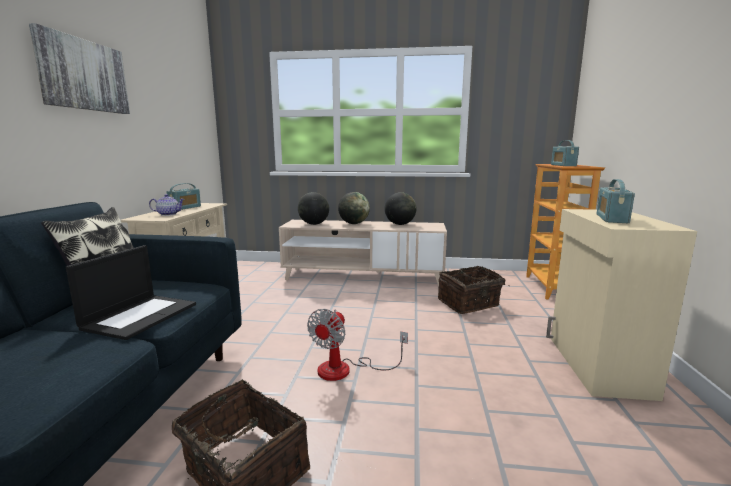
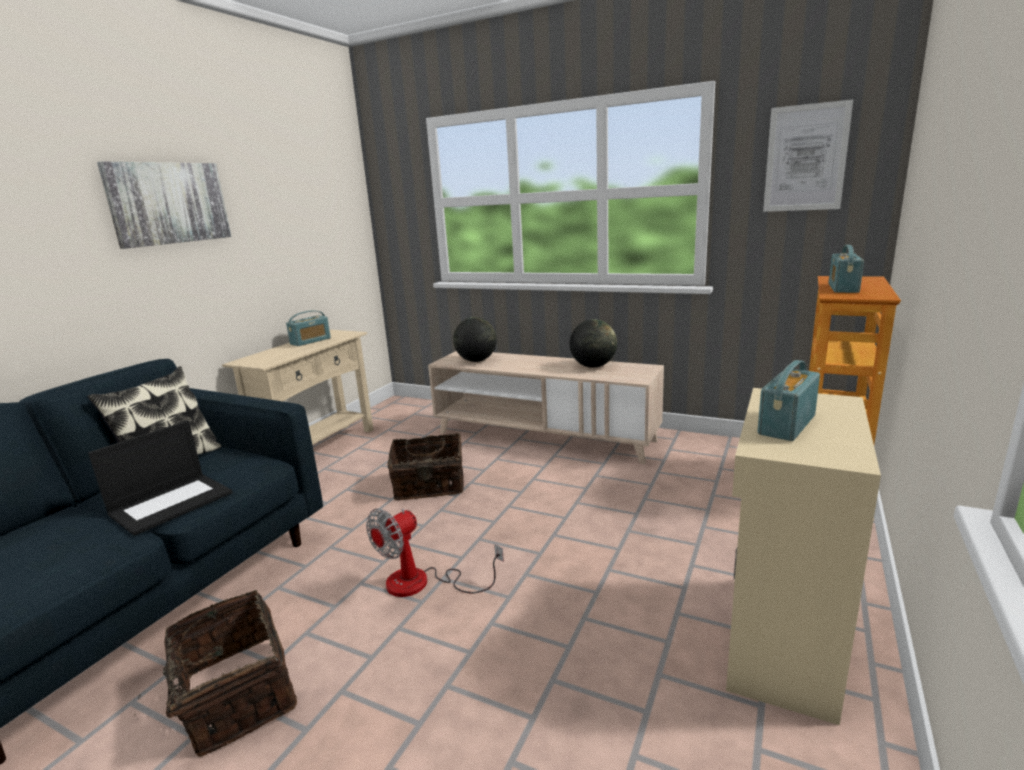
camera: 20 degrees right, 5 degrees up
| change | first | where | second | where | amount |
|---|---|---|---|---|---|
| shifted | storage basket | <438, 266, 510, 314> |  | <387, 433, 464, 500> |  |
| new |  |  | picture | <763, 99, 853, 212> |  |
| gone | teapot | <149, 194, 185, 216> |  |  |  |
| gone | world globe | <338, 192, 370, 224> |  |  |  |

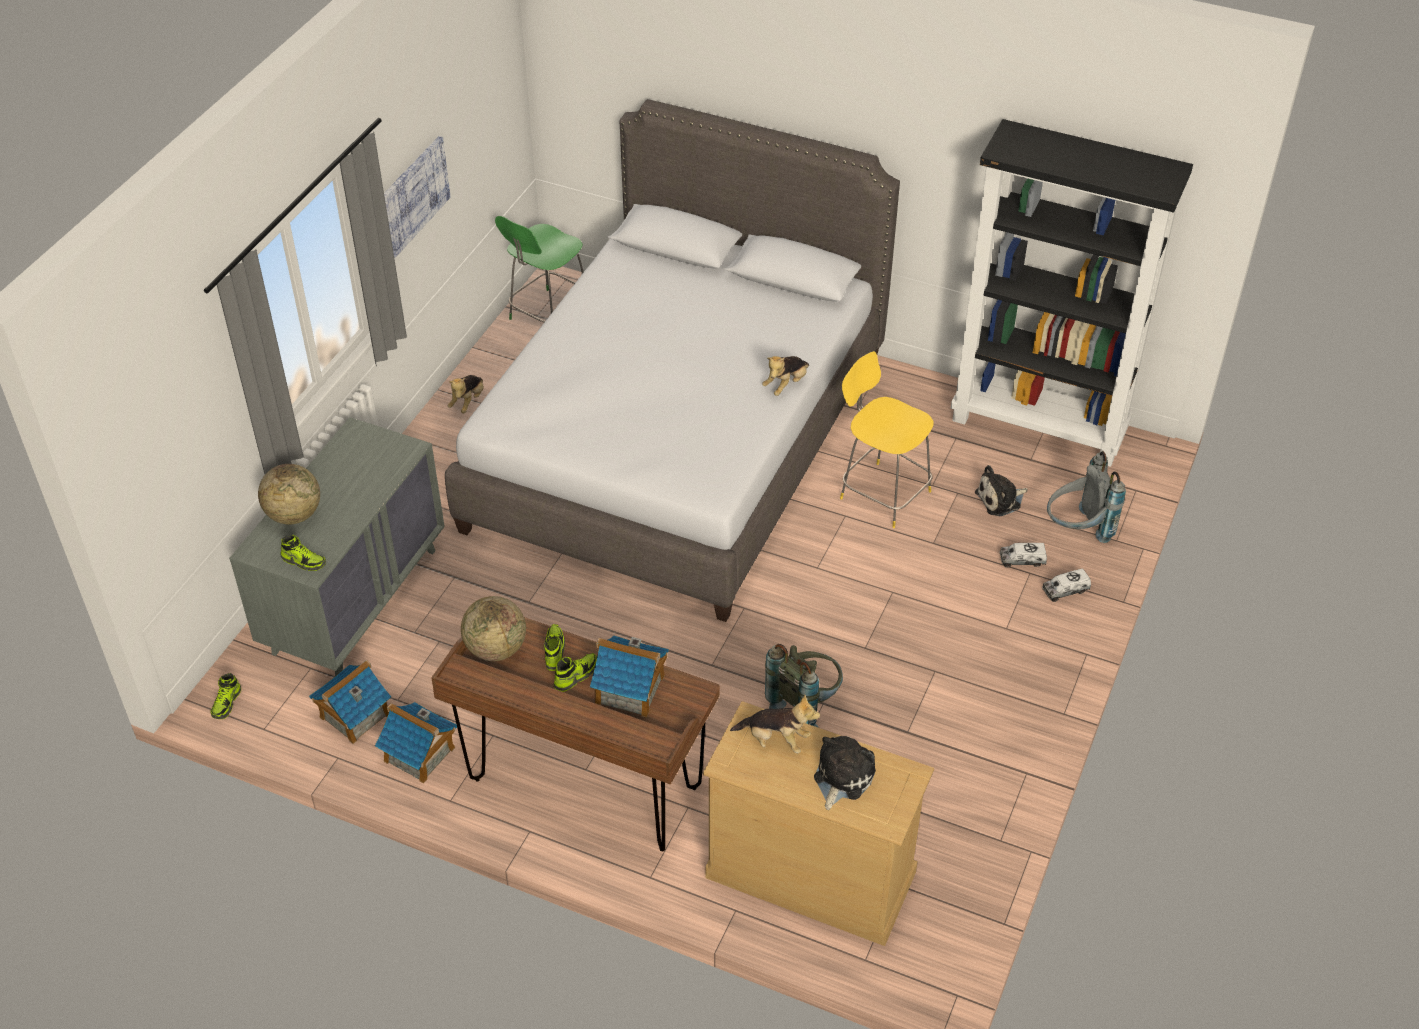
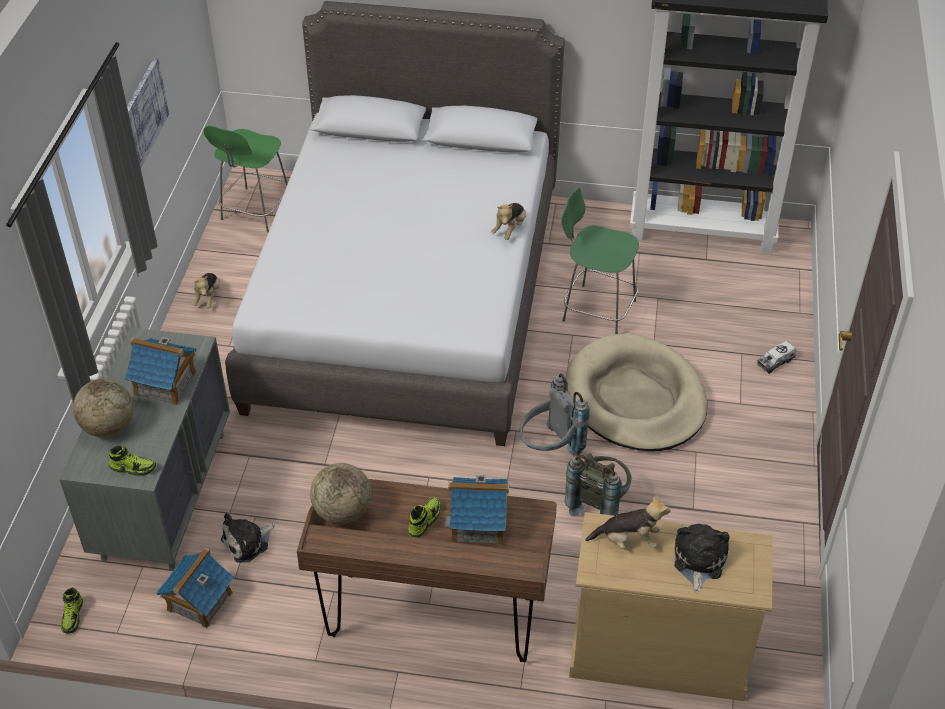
camera: 15 degrees left, 0 degrees up
| change | first | where | second | where | amount |
|---|---|---|---|---|---|
| shifted | miniature house | <375, 702, 457, 784> |  | <125, 337, 196, 406> |  |
| shifted | cuddly toy | <975, 465, 1028, 516> |  | <221, 513, 274, 563> |  |
| shifted | rucksack (greyish) | <1047, 451, 1126, 543> |  | <520, 374, 590, 456> |  |
| repainted | chair (yellow-coloured) | <840, 351, 934, 528> | chair (green-coloured) | <561, 187, 639, 334> |  |
| new |  |  | pet bed (sand-coloured) | <566, 333, 707, 451> |  |
| gone | item of footwear | <544, 624, 565, 671> |  |  |  |
| gone | toy truck | <1000, 543, 1047, 567> |  |  |  |

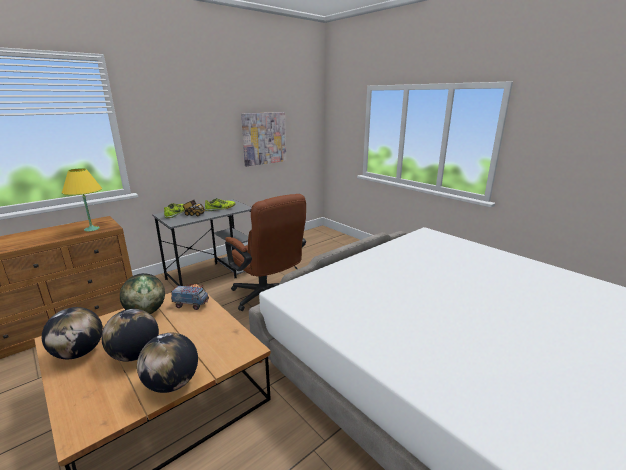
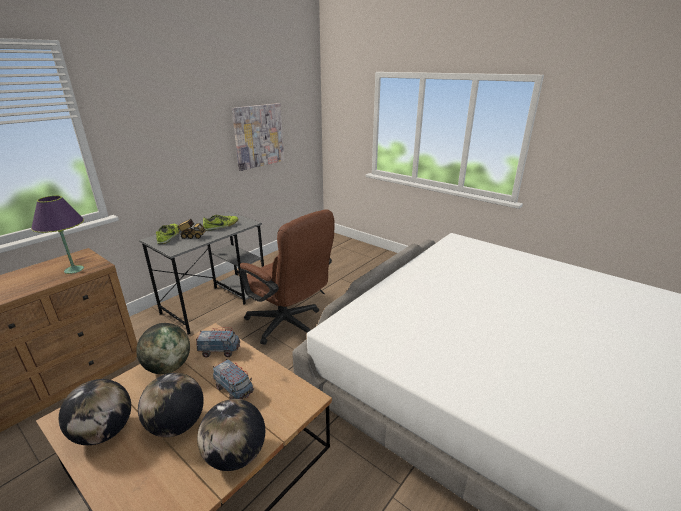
camera: 10 degrees left, 5 degrees up
| change | first | where | second | where | amount |
|---|---|---|---|---|---|
| repainted | tabletop lamp (yellow-coloured) | <62, 168, 102, 231> | tabletop lamp (purplish) | <31, 196, 84, 274> |  |
| new |  |  | toy truck | <213, 358, 254, 399> |  |

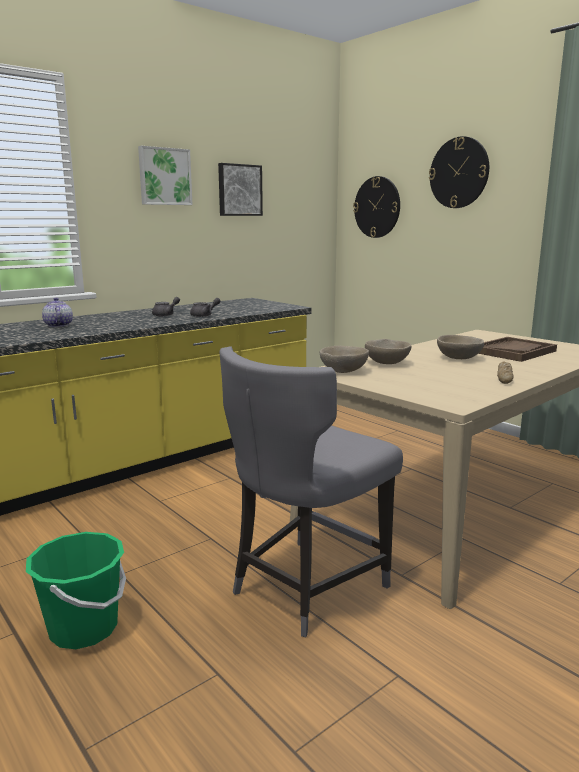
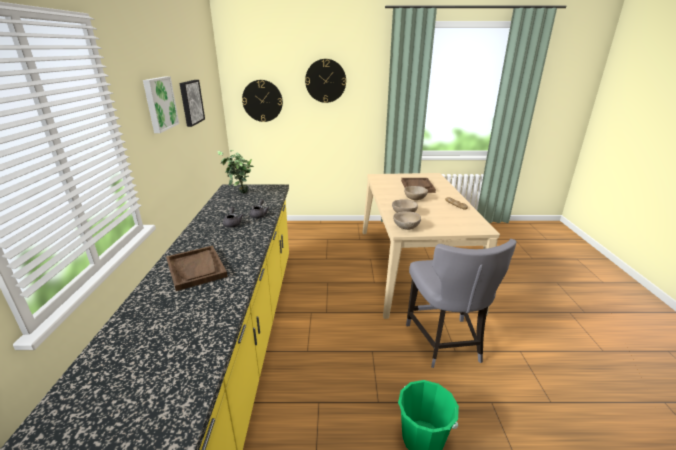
camera: 50 degrees left, 10 degrees up
| change | first | where | second | where | amount |
|---|---|---|---|---|---|
| swapped | teapot | <42, 298, 73, 327> | tray (brownish) | <166, 245, 228, 291> |  |
| new |  |  | potted plant | <217, 150, 254, 193> |  |

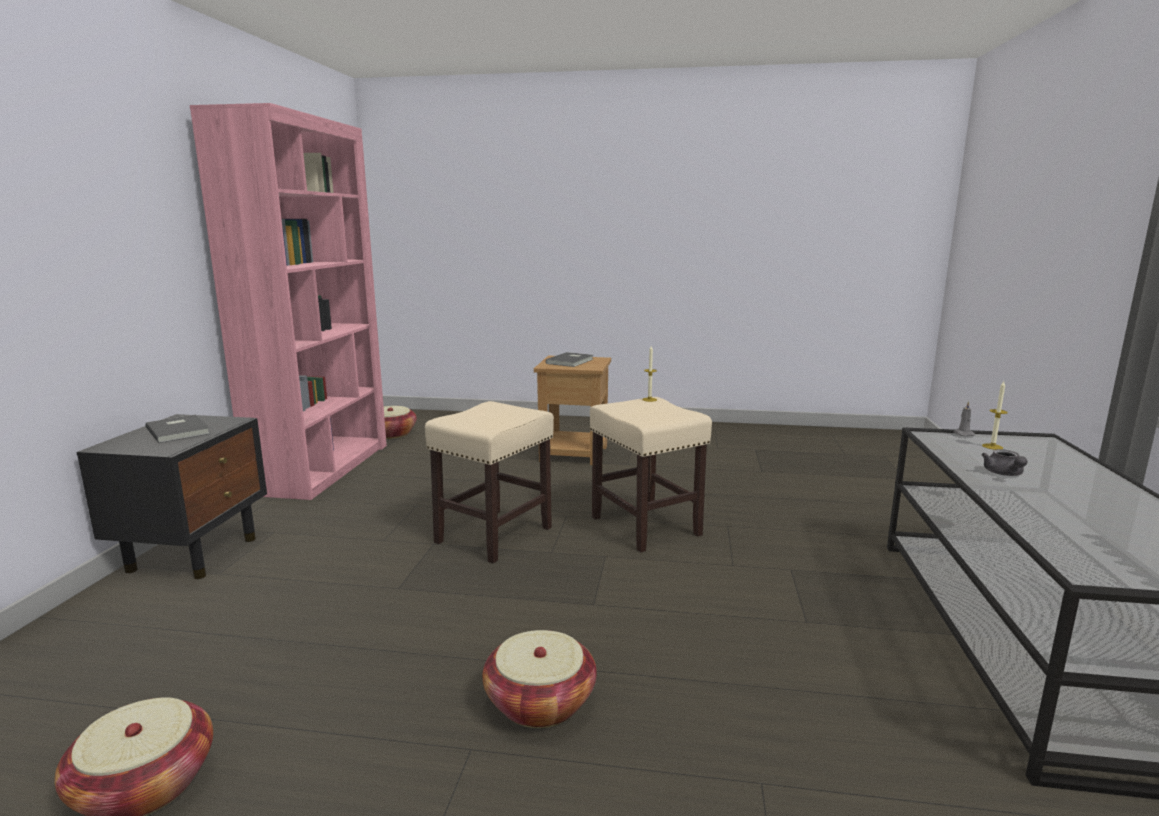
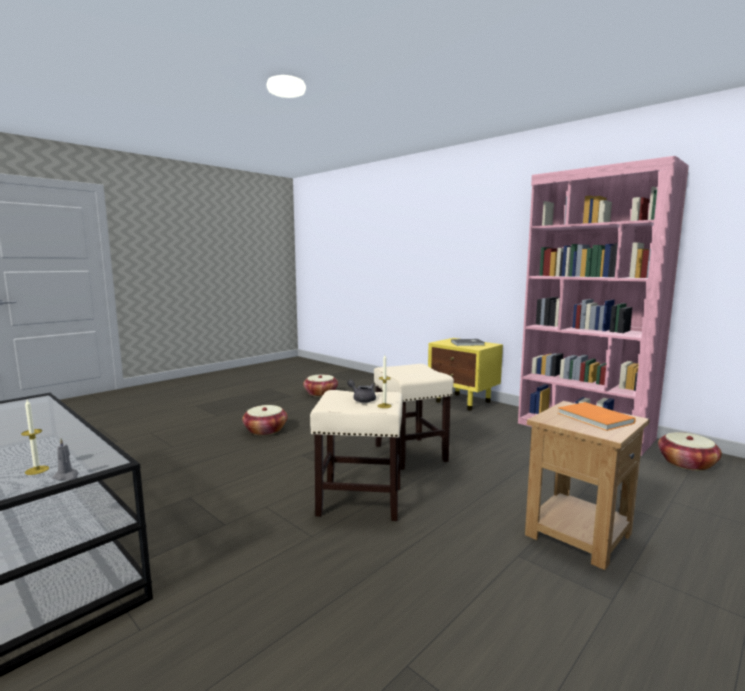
camera: 125 degrees right, 5 degrees down
| change | first | where | second | where | amount |
|---|---|---|---|---|---|
| shifted | teapot (greyish) | <982, 449, 1028, 476> |  | <347, 380, 376, 403> |  |
| repainted | nightstand (black) | <76, 414, 267, 579> | nightstand (yellow-coloured) | <428, 338, 503, 411> |  |
| repainted | bound book (greyish) | <546, 352, 593, 367> | bound book (orangey) | <558, 402, 636, 431> |  |

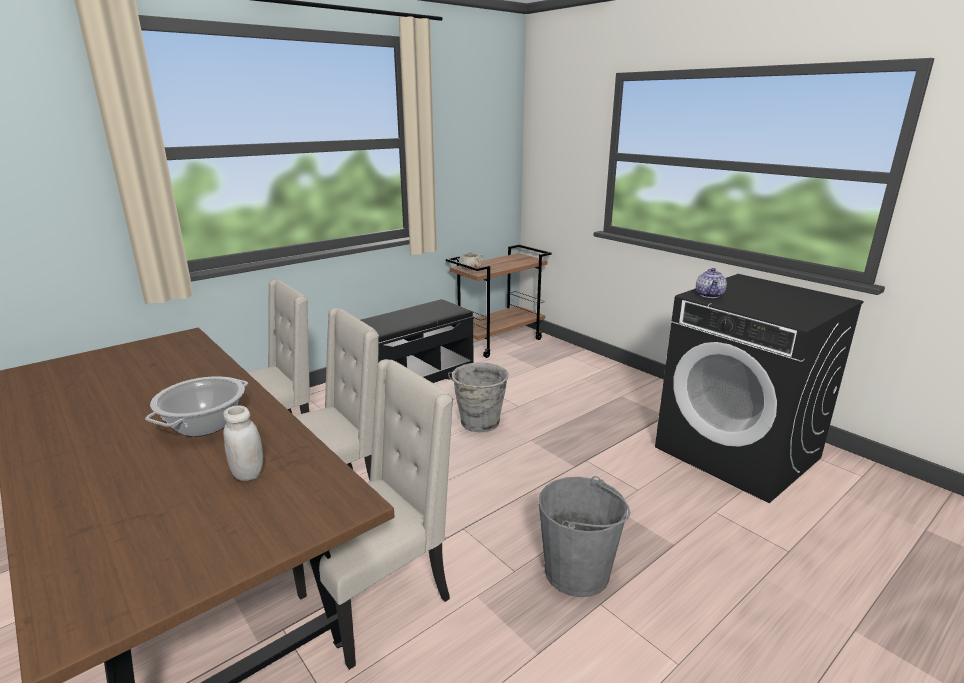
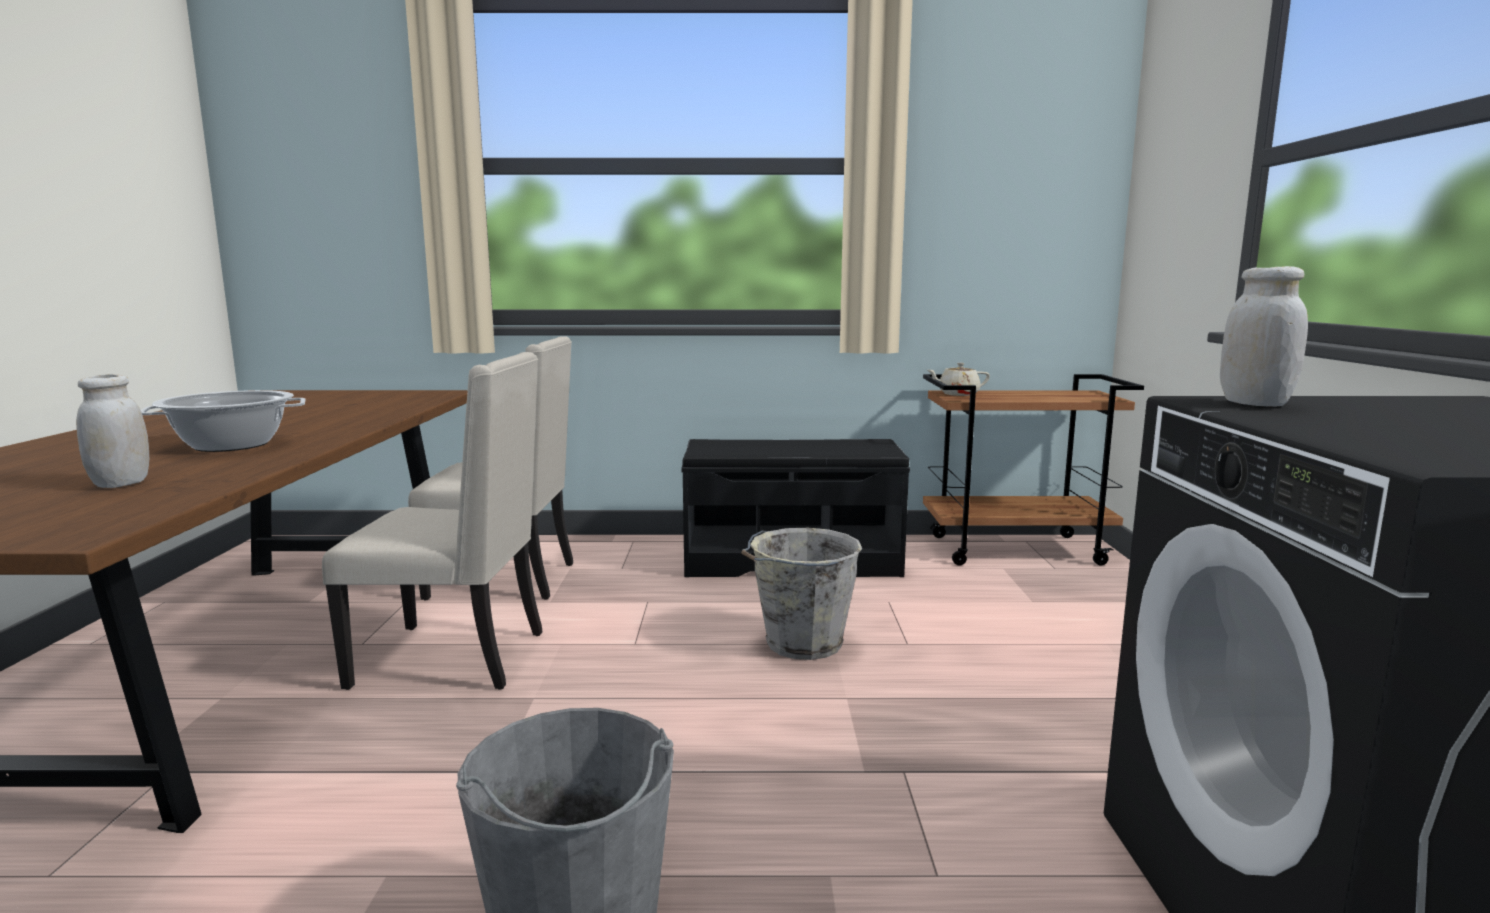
camera: 40 degrees right, 10 degrees down
| change | first | where | second | where | amount |
|---|---|---|---|---|---|
| swapped | teapot | <696, 268, 727, 298> | preserve jar (white-coloured) | <1220, 266, 1308, 407> |  |
| gone | chair (sand-coloured) | <292, 359, 453, 670> |  |  |  |

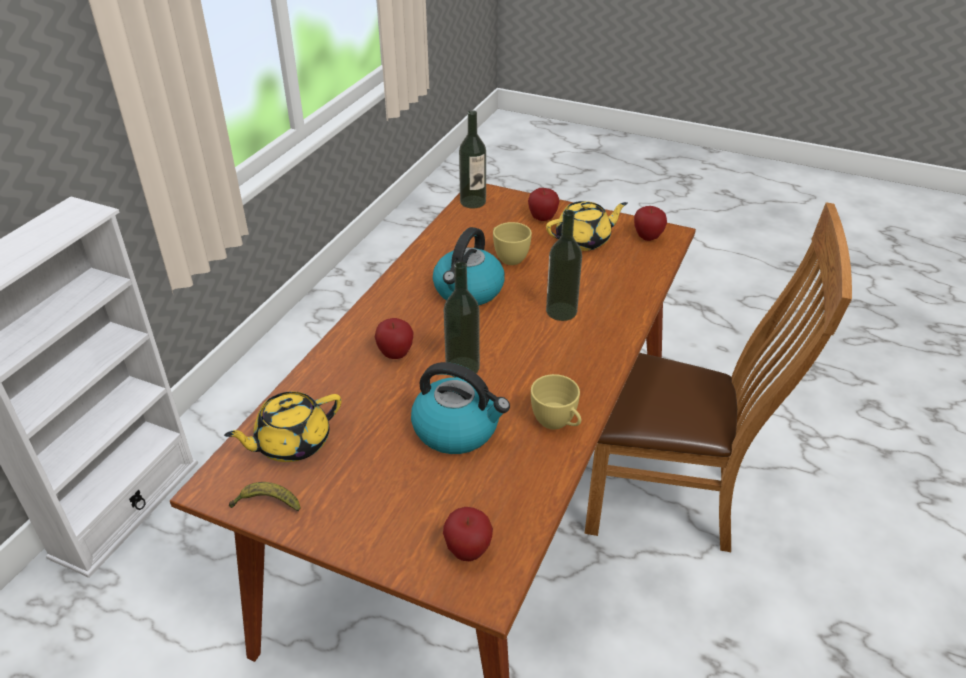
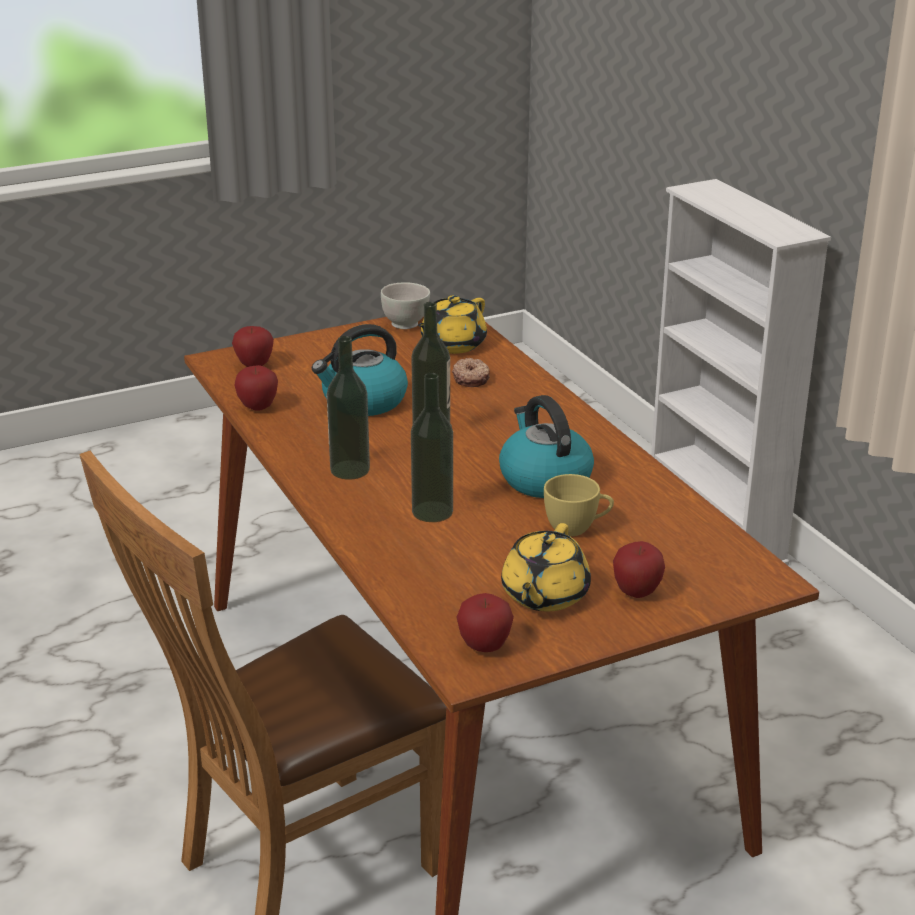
camera: 130 degrees right, 10 degrees down
| change | first | where | second | where | amount |
|---|---|---|---|---|---|
| shifted | apple | <375, 318, 413, 359> |  | <234, 365, 278, 411> |  |
| shifted | beverage bottle | <459, 110, 486, 208> |  | <327, 336, 370, 480> |  |
| swapped | whole banana | <229, 482, 300, 511> | serving bowl (white-coloured) | <381, 282, 430, 329> |  |
| rotated | teapot (yellow-coloured) | <224, 391, 341, 462> |  | <418, 295, 487, 354> | 150 degrees counterclockwise |
| new |  |  | donut | <452, 358, 490, 387> |  |
| gone | drinking cup (yellow-coloured) | <531, 374, 581, 430> |  |  |  |

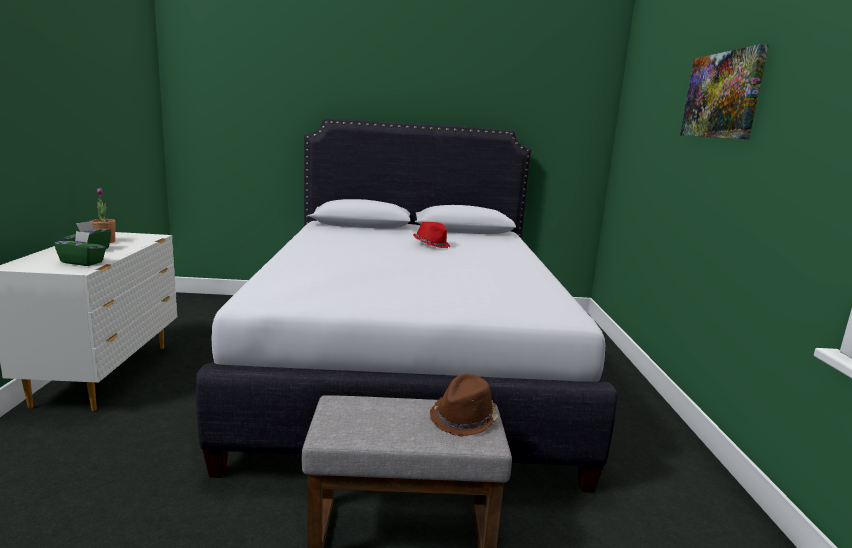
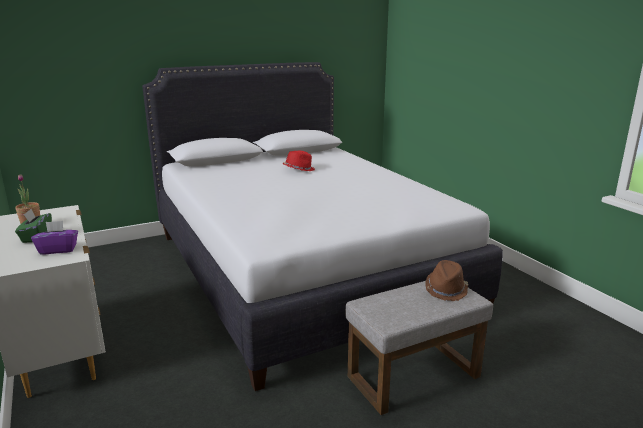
camera: 25 degrees left, 5 degrees up
| change | first | where | second | where | amount |
|---|---|---|---|---|---|
| repainted | tissue box (green-coloured) | <54, 231, 106, 266> | tissue box (purplish) | <31, 221, 78, 255> |  |
| gone | picture | <680, 44, 769, 139> |  |  |  |

